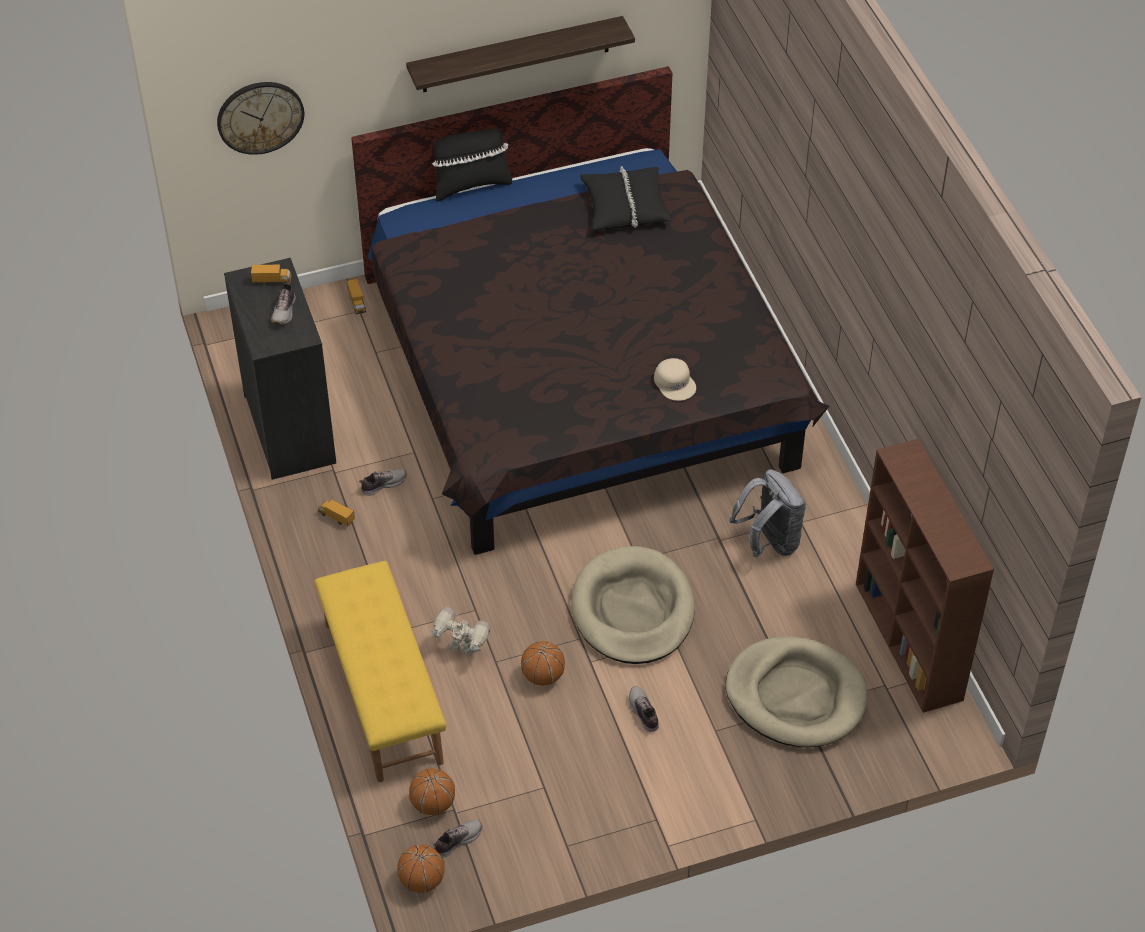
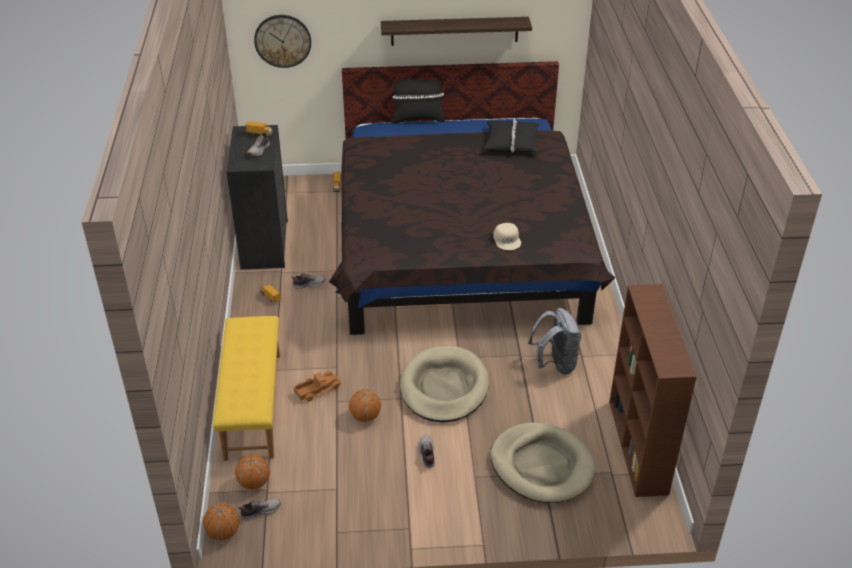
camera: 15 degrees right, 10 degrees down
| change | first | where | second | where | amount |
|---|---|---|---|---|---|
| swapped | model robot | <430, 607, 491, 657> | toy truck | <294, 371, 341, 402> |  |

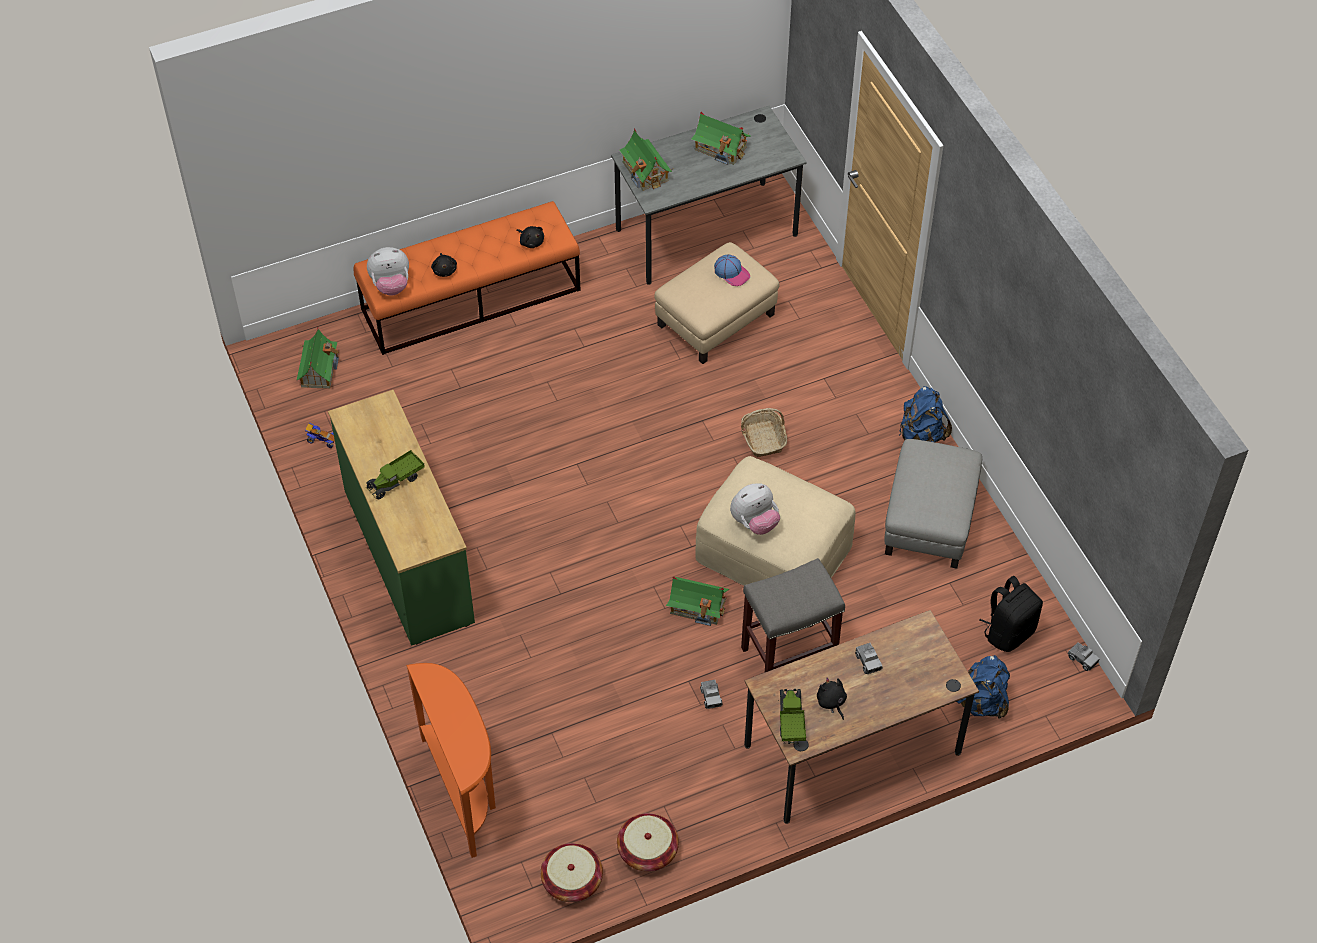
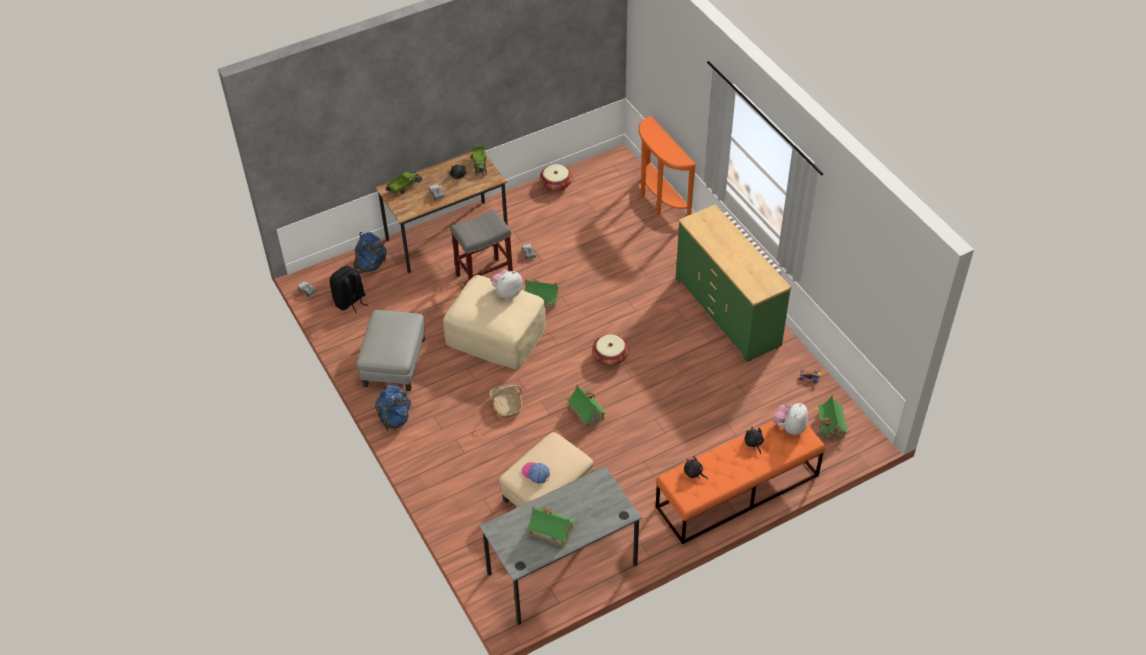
camera: 175 degrees right, 5 degrees down
| change | first | where | second | where | amount |
|---|---|---|---|---|---|
| shifted | toy truck | <366, 450, 425, 499> |  | <388, 172, 422, 194> |  |
| shifted | miniature house | <619, 128, 672, 191> |  | <566, 385, 607, 428> |  |
| shifted | storage basket | <540, 843, 603, 902> |  | <592, 334, 629, 366> |  |
| rotated | cuddly toy | <367, 247, 409, 296> |  | <773, 403, 808, 435> | 45 degrees counterclockwise |

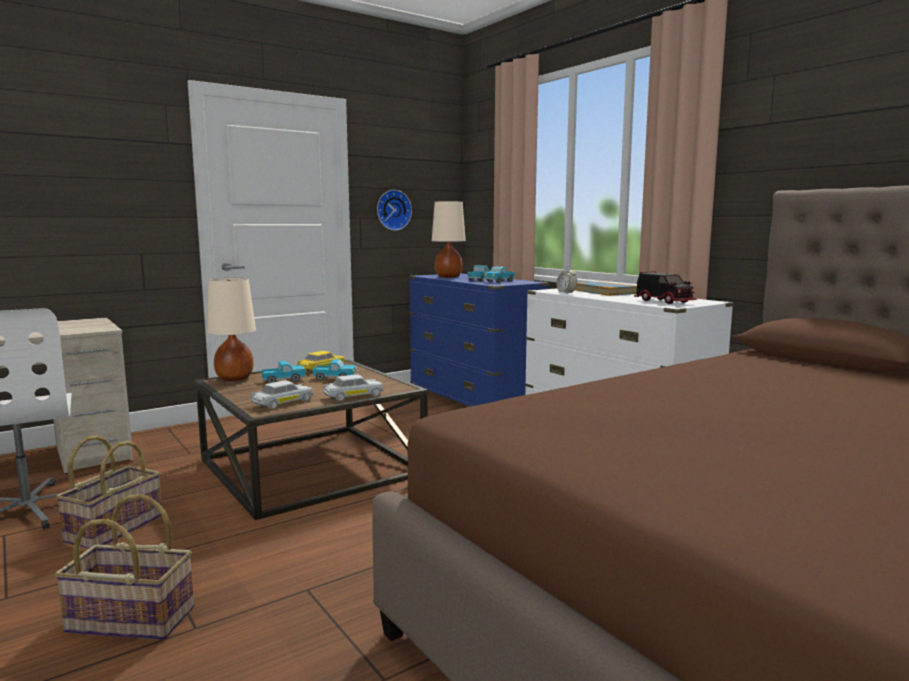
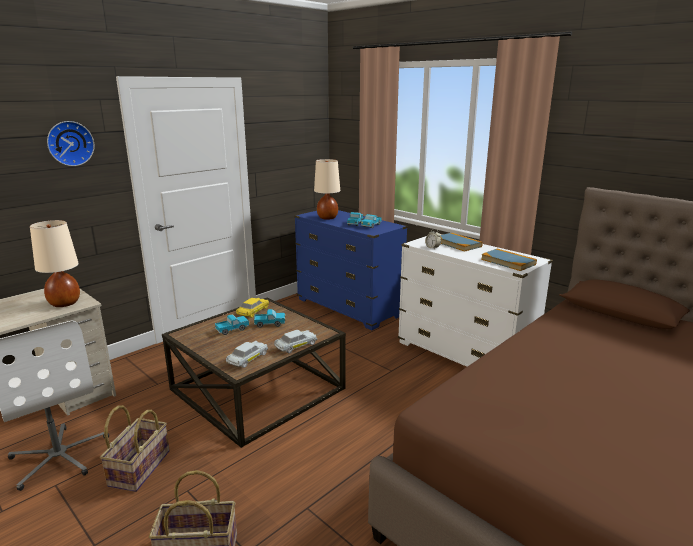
camera: 10 degrees left, 10 degrees up
| change | first | where | second | where | amount |
|---|---|---|---|---|---|
| shifted | tabletop lamp (sand-coloured) | <207, 278, 256, 381> |  | <30, 220, 80, 307> |  |
| shifted | wall clock | <377, 190, 412, 231> |  | <47, 121, 94, 166> |  |
| swapped | toy truck | <634, 271, 697, 304> | bound book | <481, 249, 537, 271> |  |

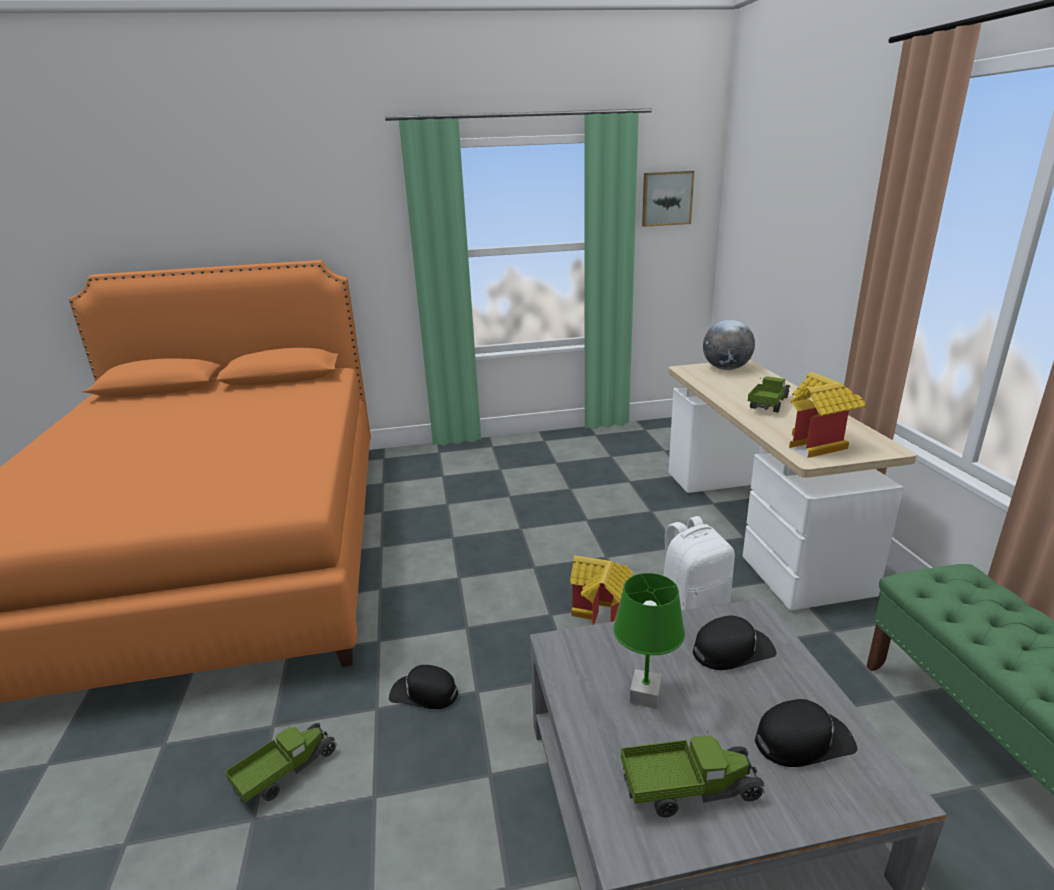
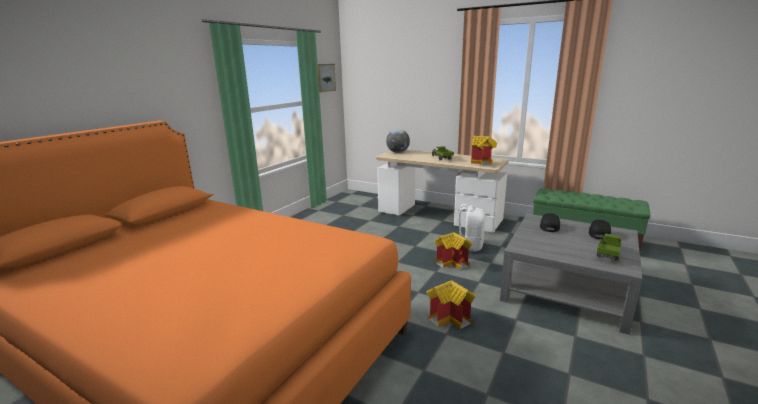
camera: 50 degrees left, 5 degrees down
| change | first | where | second | where | amount |
|---|---|---|---|---|---|
| swapped | peaked cap (black) | <389, 665, 458, 709> | miniature house | <426, 280, 476, 329> |  |
| gone | toy truck | <225, 723, 337, 803> |  |  |  |
| gone | tabletop lamp (green-coloured) | <613, 573, 685, 709> |  |  |  |

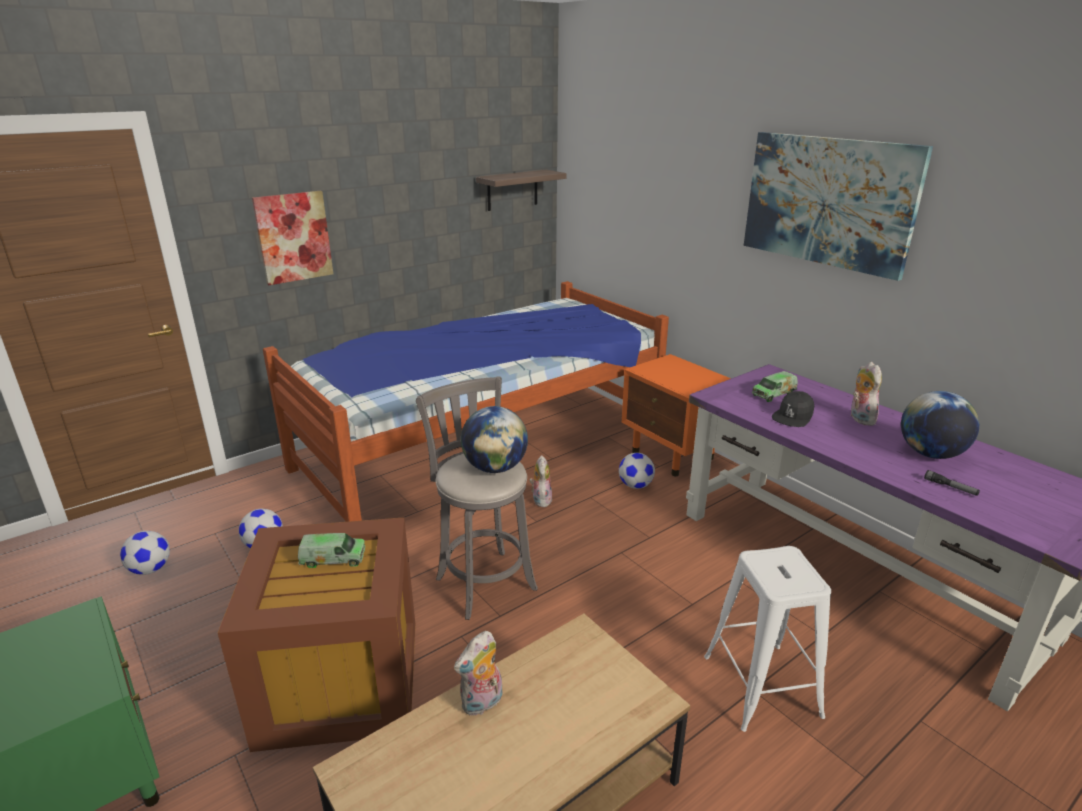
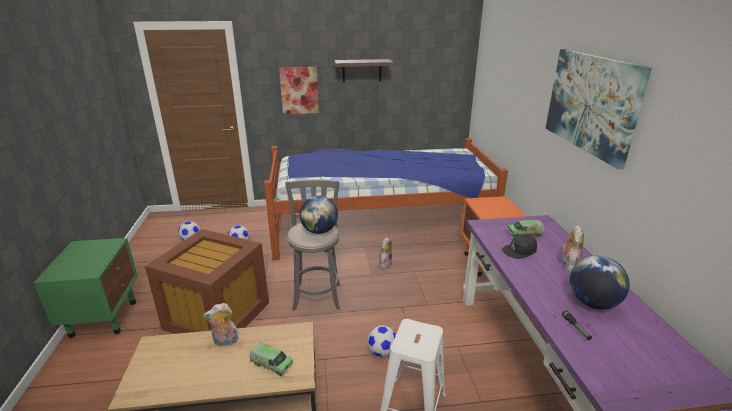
camera: 30 degrees right, 0 degrees up
| change | first | where | second | where | amount |
|---|---|---|---|---|---|
| shifted | toy truck | <298, 533, 365, 568> |  | <250, 342, 293, 376> |  |
| shifted | shelf | <476, 170, 567, 211> |  | <334, 59, 393, 82> |  |
| shifted | football | <619, 453, 655, 489> |  | <367, 325, 396, 357> |  |

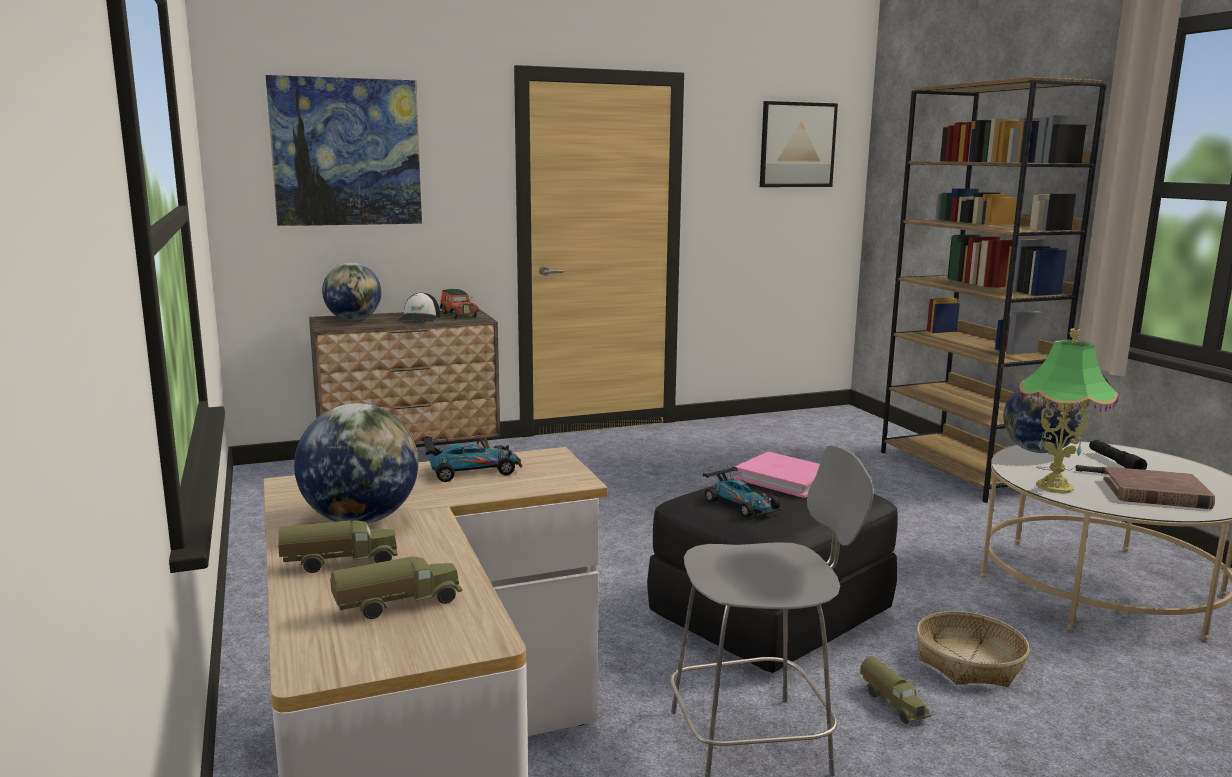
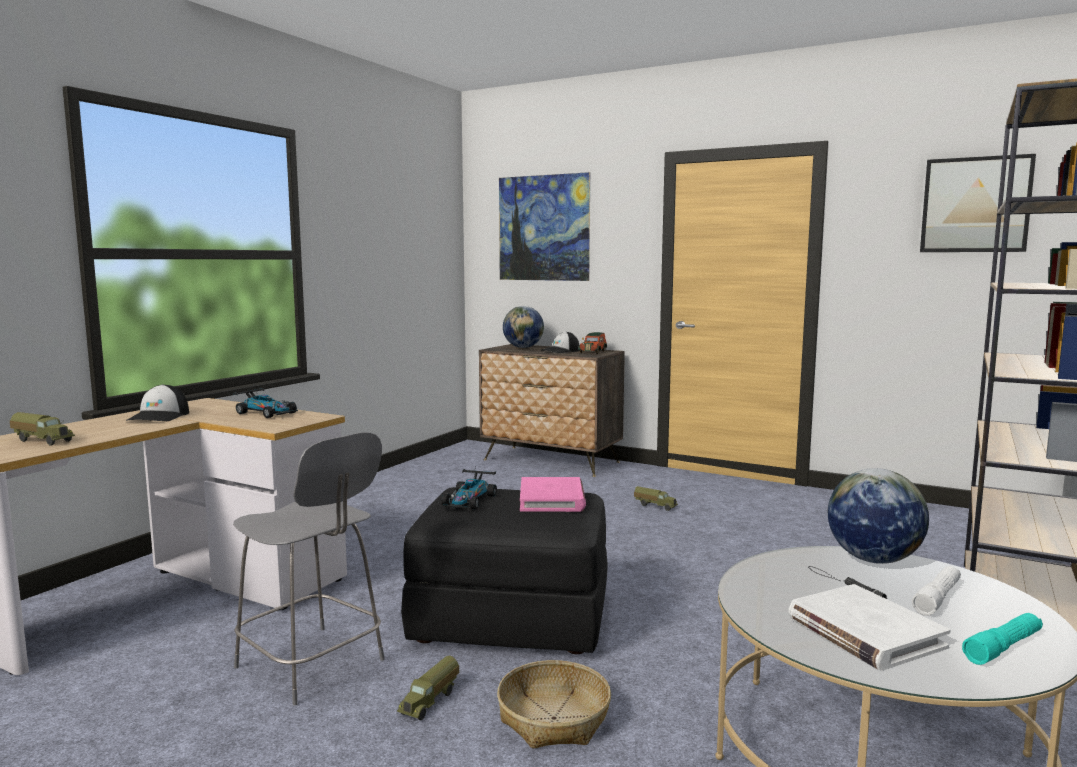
camera: 50 degrees right, 5 degrees down
| change | first | where | second | where | amount |
|---|---|---|---|---|---|
| swapped | world globe | <294, 403, 418, 524> | peaked cap | <126, 384, 189, 421> |  |
| shifted | toy truck | <278, 520, 398, 573> |  | <634, 486, 678, 511> |  |
| repainted | bound book (brownish) | <1103, 467, 1215, 509> | bound book (white-coloured) | <788, 584, 951, 670> |  |
| repainted | hand torch (black) | <1089, 440, 1147, 470> | hand torch (white-coloured) | <912, 566, 961, 616> |  |
| new |  |  | hand torch (turquoise-coloured) | <962, 613, 1043, 665> |  |
| gone | tabletop lamp | <1018, 328, 1119, 493> |  |  |  |

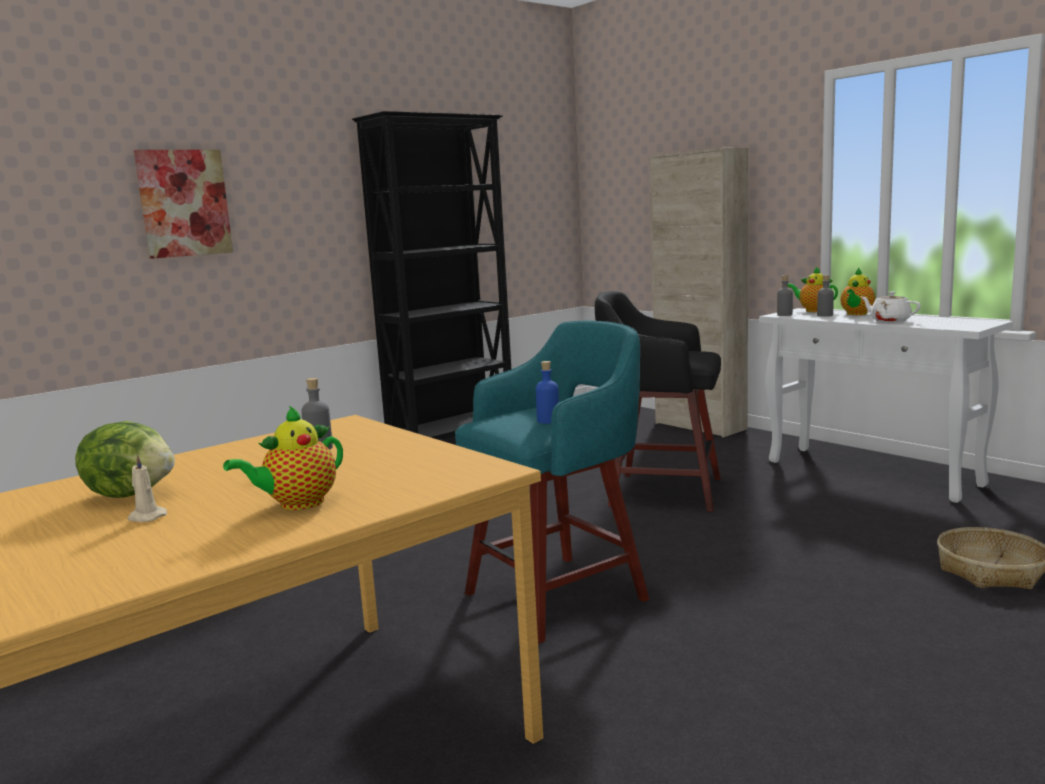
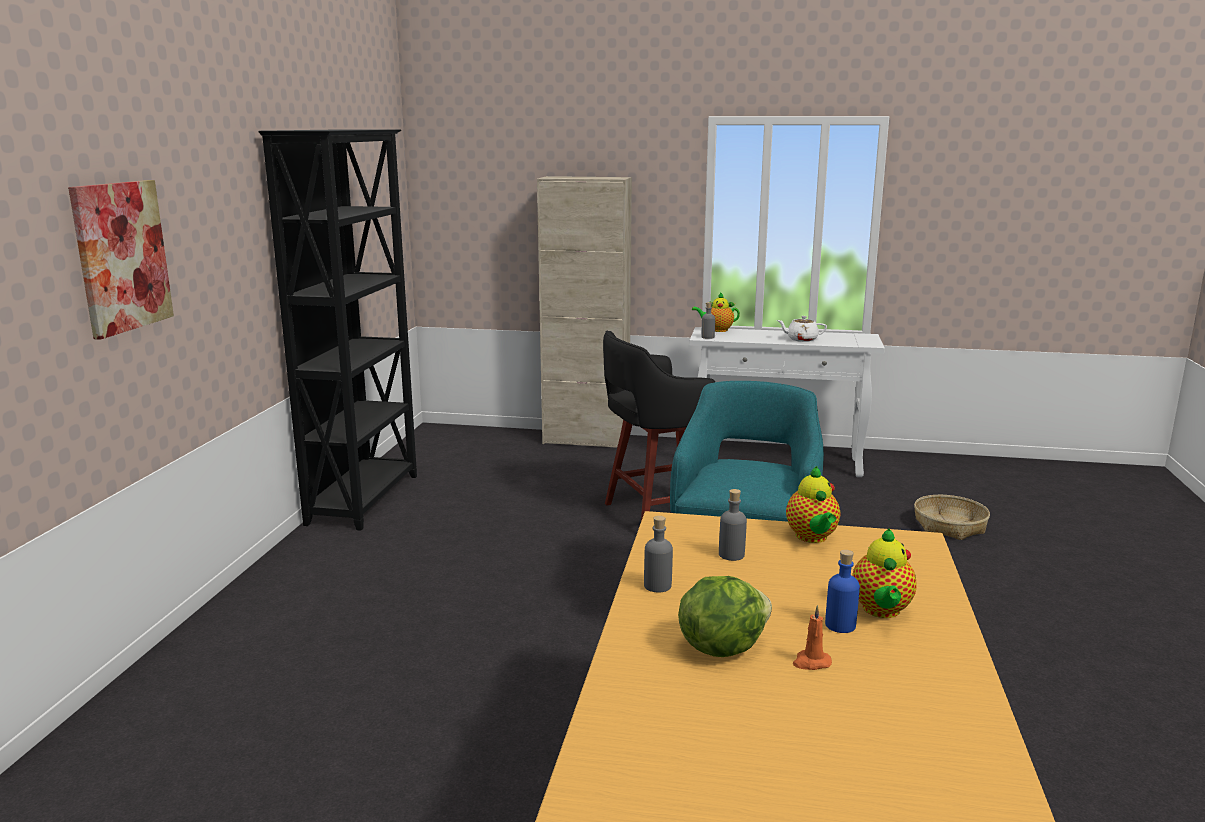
camera: 40 degrees left, 5 degrees up
| change | first | where | second | where | amount |
|---|---|---|---|---|---|
| shifted | beverage bottle (greyish) | <817, 275, 834, 317> |  | <644, 516, 673, 593> |  |
| shifted | teapot | <841, 268, 875, 315> |  | <786, 466, 840, 543> |  |
| repainted | candle (sand-coloured) | <127, 454, 167, 522> | candle (orangey) | <793, 605, 832, 670> |  |
| shifted | beverage bottle (blue) | <536, 361, 559, 424> |  | <825, 550, 860, 633> |  |

